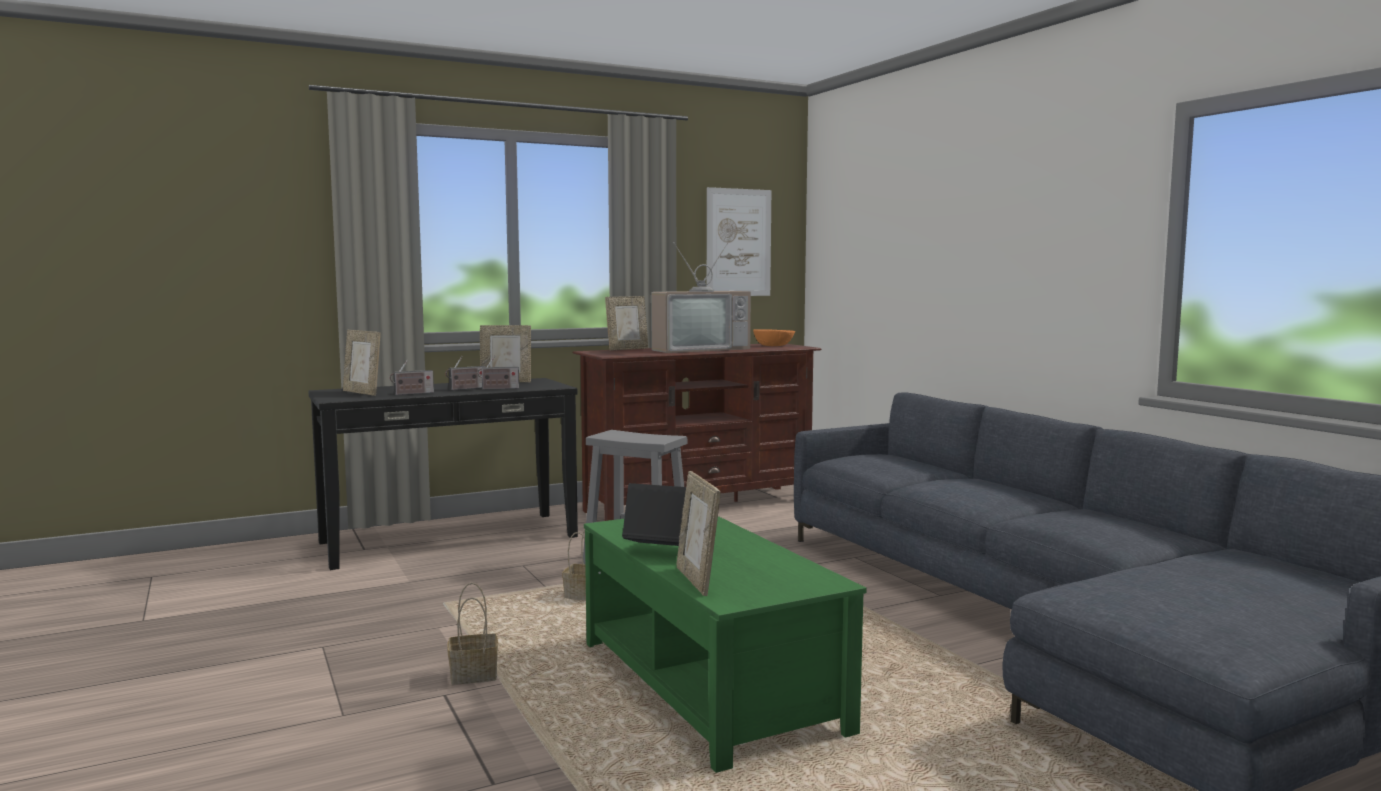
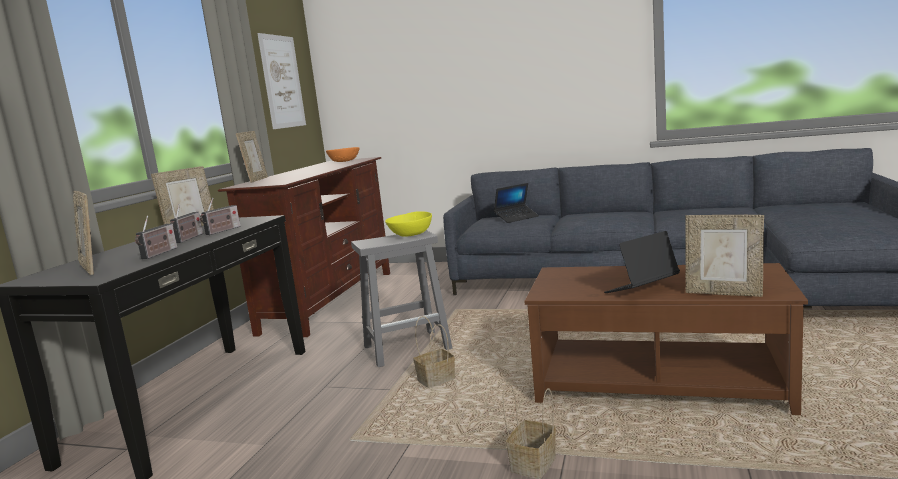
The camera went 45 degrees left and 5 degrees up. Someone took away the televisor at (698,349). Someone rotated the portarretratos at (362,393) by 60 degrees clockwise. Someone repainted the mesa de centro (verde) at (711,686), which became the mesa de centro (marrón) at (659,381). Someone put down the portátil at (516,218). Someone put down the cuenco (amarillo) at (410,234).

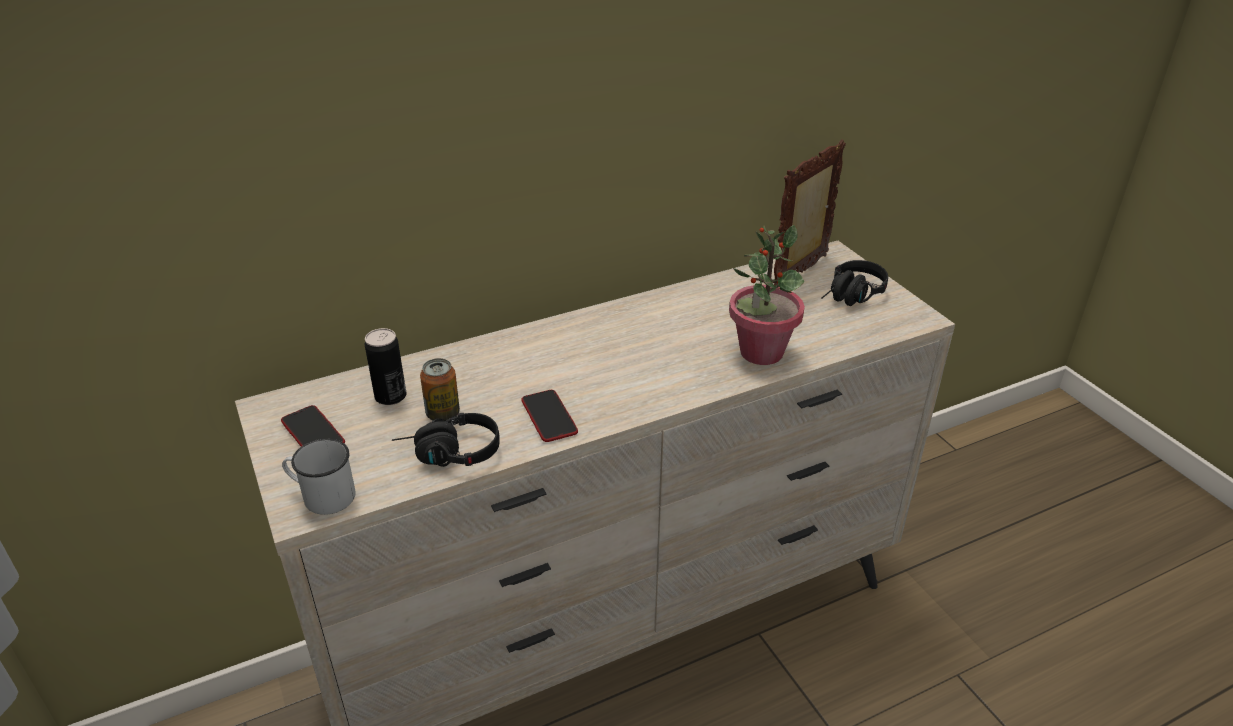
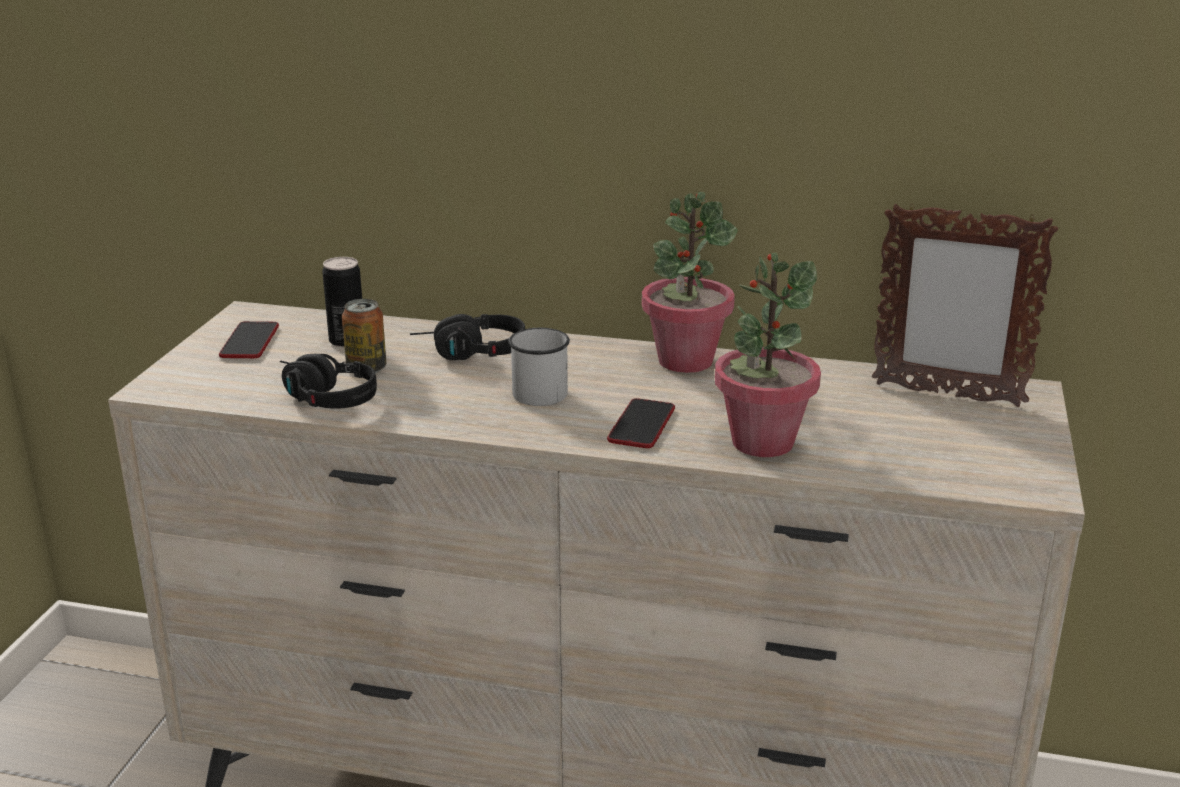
The camera went 40 degrees right and 10 degrees down. Someone rotated the portarretratos at (801,274) by 150 degrees counterclockwise. Someone carried the auriculares (negro) from (851,297) to (469,354). Someone carried the móvil from (549,417) to (641,425). Someone carried the taza grande (blanco) from (322,496) to (534,391). Someone put down the planta en maceta at (685,360).

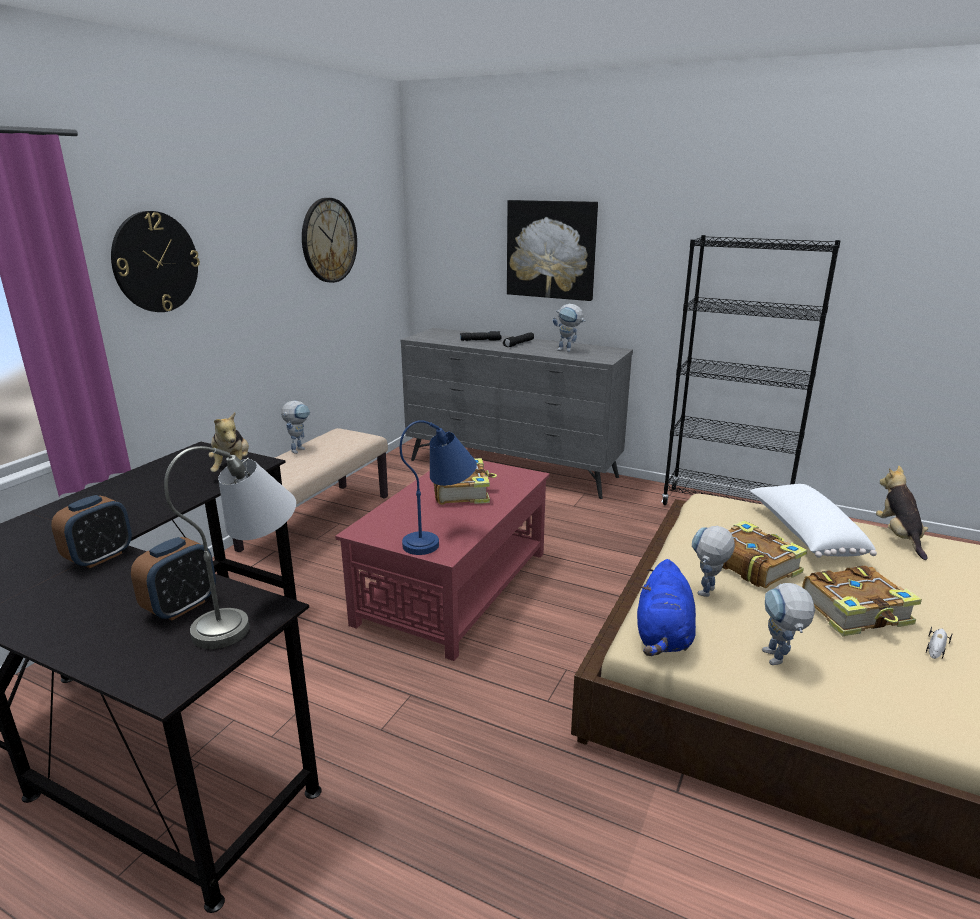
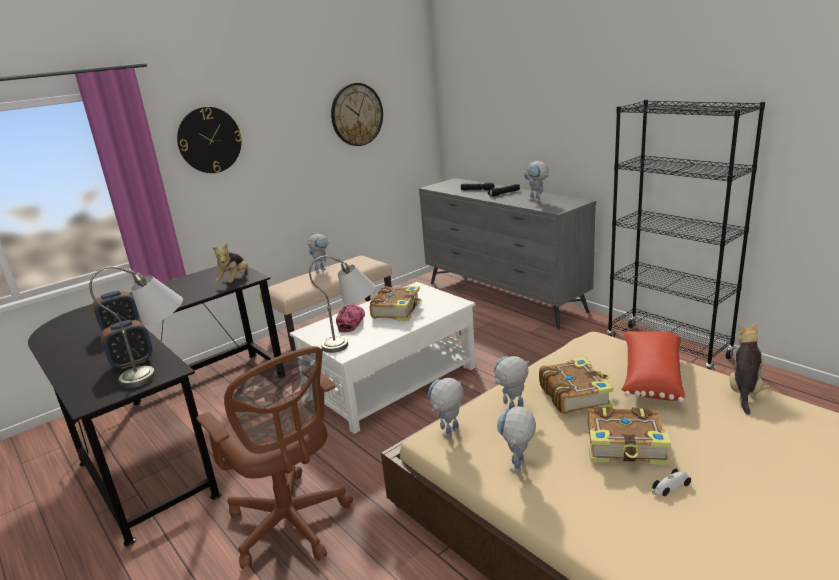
The camera went 25 degrees right and 0 degrees up. Someone took away the cuadro at (551,249). Someone repainted the lámpara de mesa (azul) at (441,537), which became the lámpara de mesa (gris) at (353,342). Someone repainted the mesa de centro (rojo) at (453,587), which became the mesa de centro (blanco) at (391,383). Someone repainted the cojín (blanco) at (804,534), which became the cojín (rojo) at (650,377). Someone swapped the peluche (azul) at (663,636) for the robot de juguete at (449,436). Someone put down the gorra at (351,322). Someone put down the silla de oficina (marrón) at (291,524).

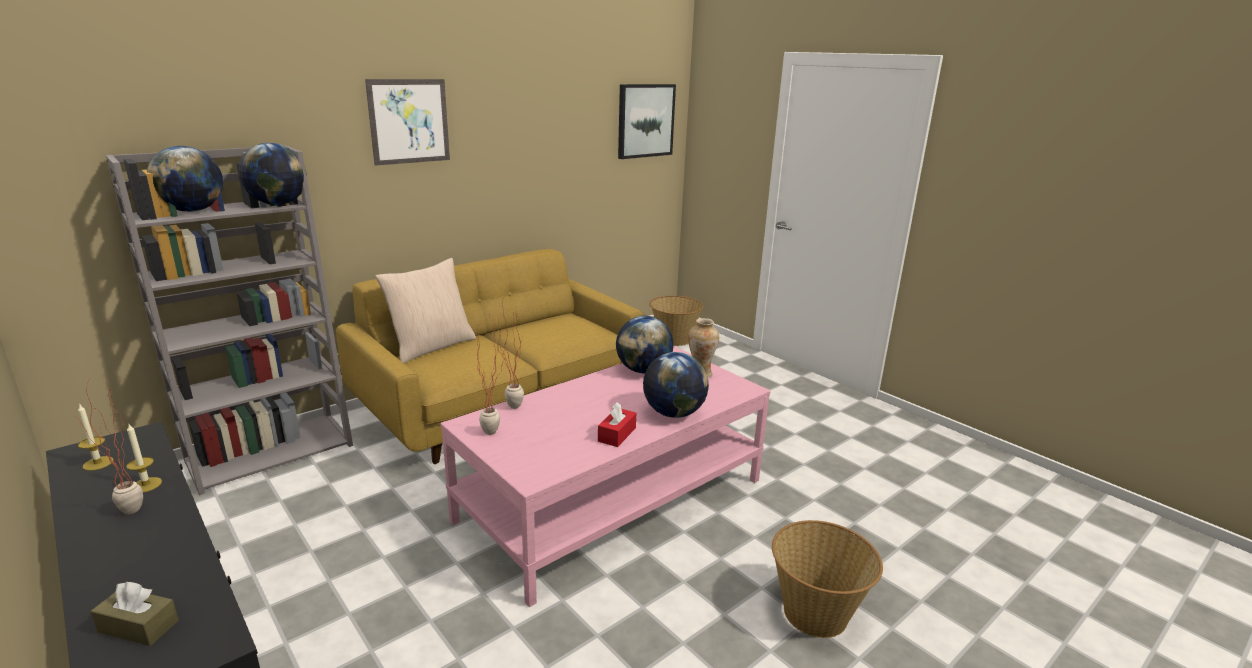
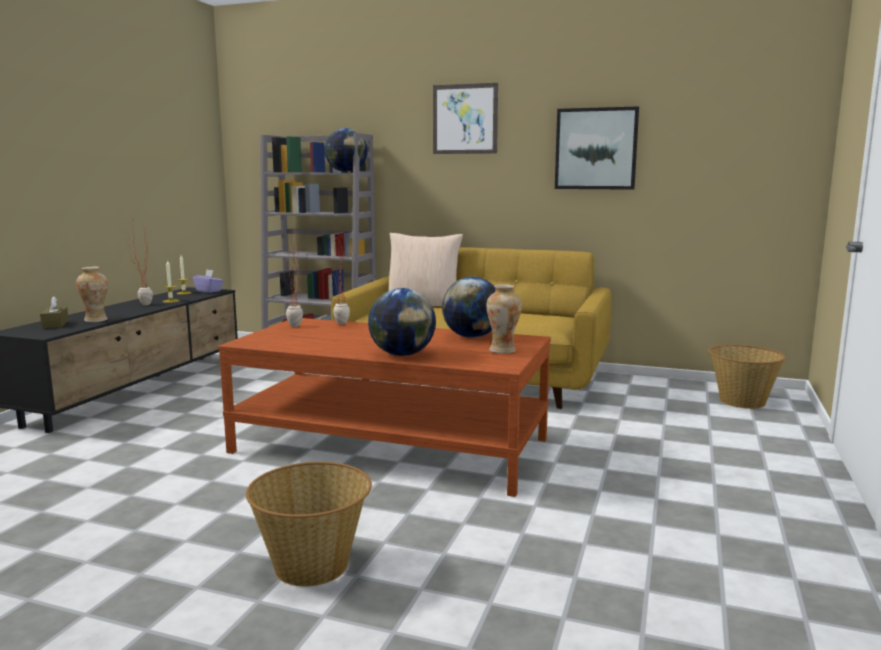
The camera went 60 degrees right and 10 degrees down. Someone carried the cuadro from (645,120) to (596,149). Someone took away the globo terráqueo at (193,211). Someone repainted the mesa de centro (rosa) at (613,499), which became the mesa de centro (marrón) at (391,446). Someone took away the caja de pañuelos (rojo) at (617,434). Someone put down the florero at (96,320). Someone put down the caja de pañuelos (morado) at (209,291).

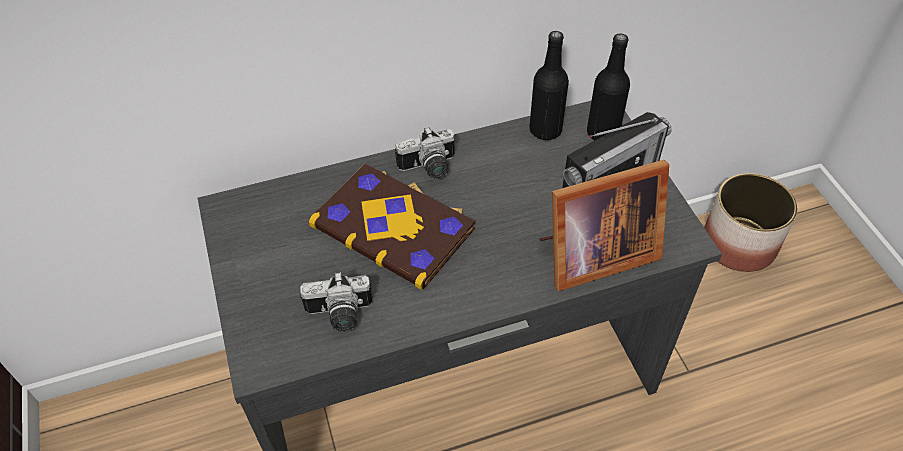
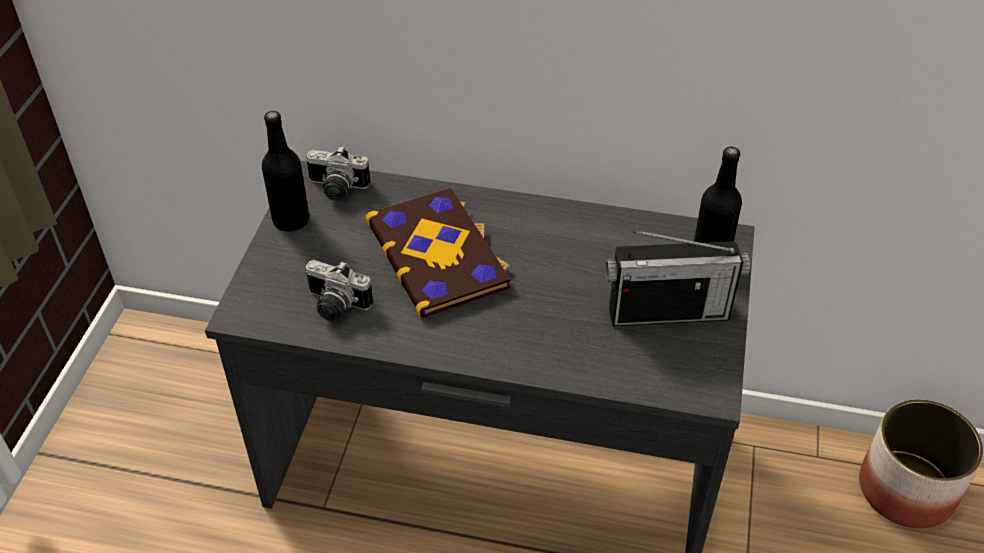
The camera went 30 degrees right and 5 degrees down. Someone carried the botella (negro) from (545,130) to (291,220). Someone carried the cámara from (429,168) to (336,189). Someone took away the portarretratos at (592,255).

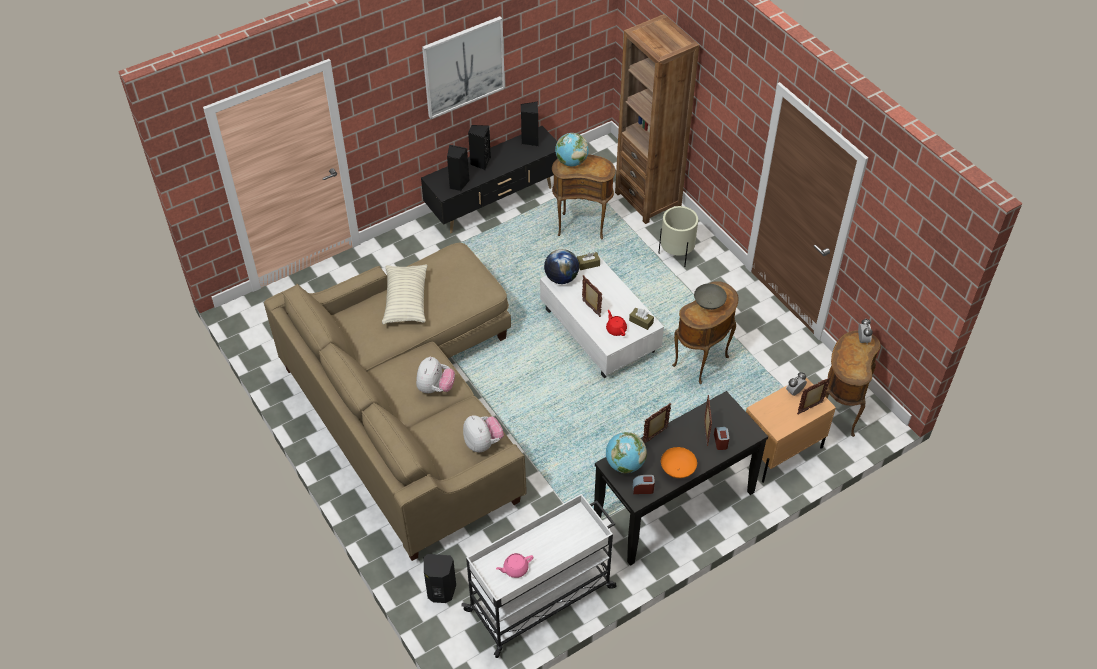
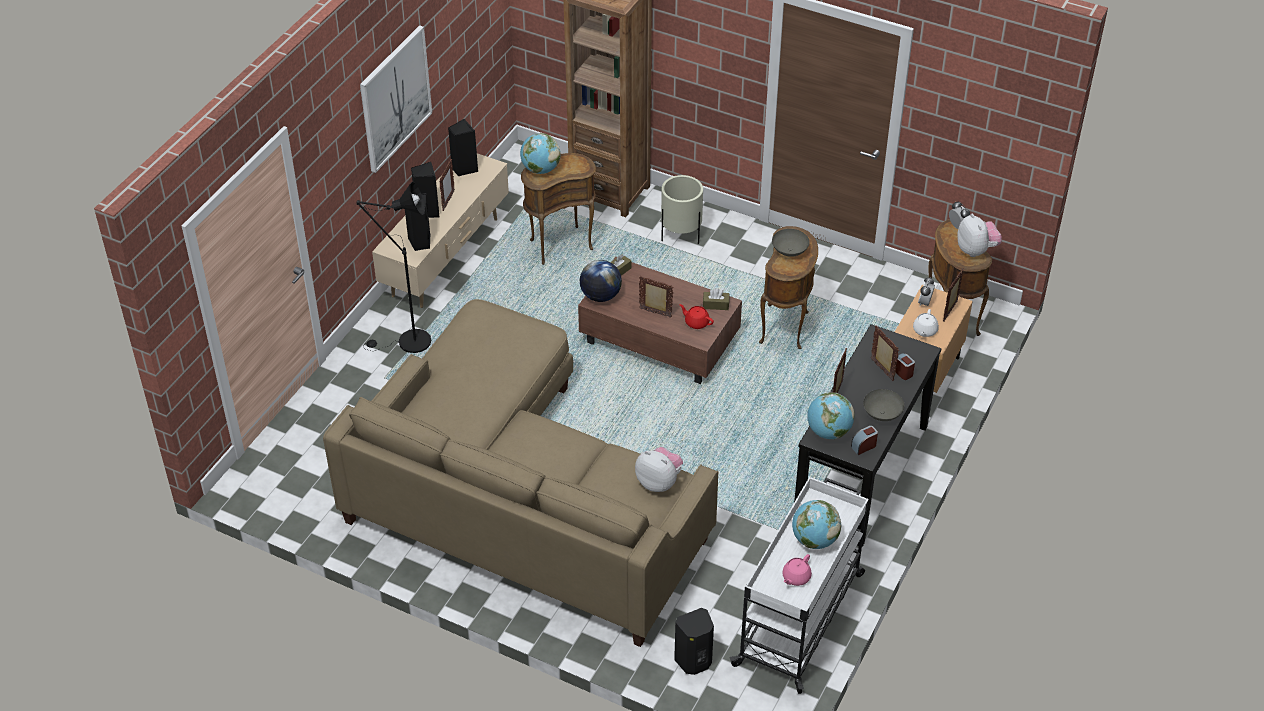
The camera went 30 degrees left and 5 degrees down. Someone repainted the mueble de televisión (negro) at (495,202), which became the mueble de televisión (beis) at (447,257). Someone repainted the mesa de centro (blanco) at (599,329), which became the mesa de centro (marrón) at (658,339). Someone took away the cojín at (406,301). Someone carried the peluche from (435,388) to (976,250). Someone repainted the cuenco (naranja) at (677,469), which became the cuenco (gris) at (881,414). Someone put down the portarretratos at (448,201). Someone put down the lámpara de pie (negro) at (408,343). Someone put down the tetera (blanco) at (924,331). Someone put down the globo terráqueo at (814,540).

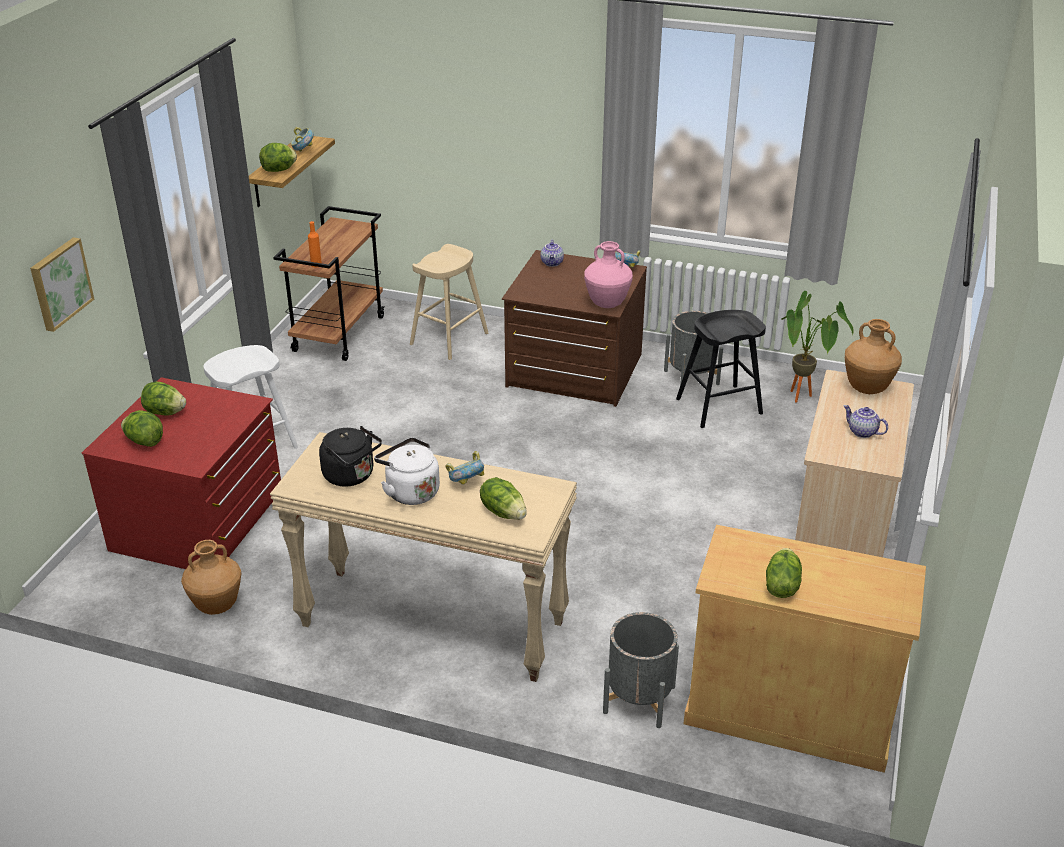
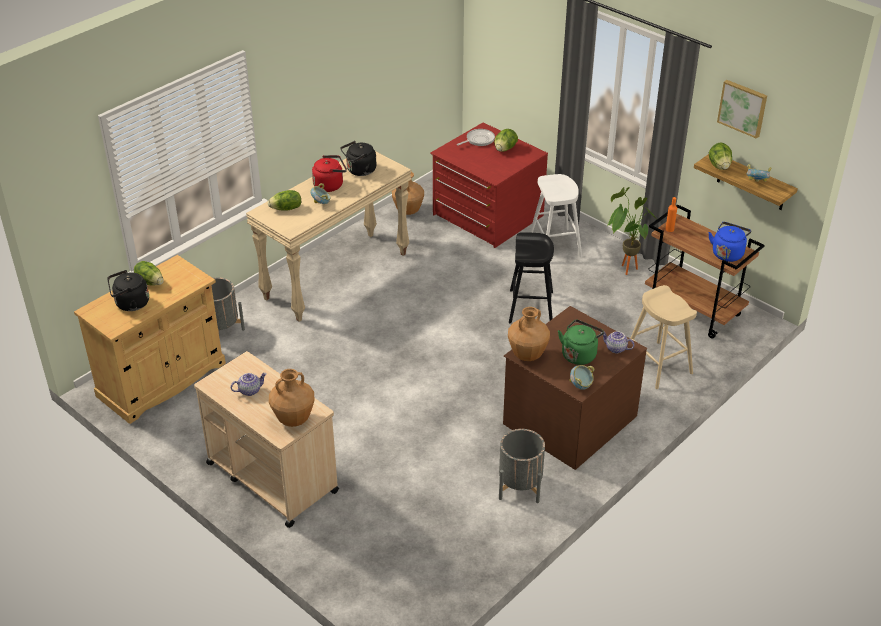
The camera went 115 degrees right and 5 degrees up. Someone carried the cuadro from (59,283) to (743,108). Someone repainted the florero (rosa) at (606,304), which became the florero (marrón) at (527,355). Someone carried the planta en maceta from (802,399) to (624,269). Someone carried the taburete (negro) from (718,406) to (531,307). Someone swapped the lechuga at (144,442) for the sartén at (478,140). Someone repainted the hervidor (blanco) at (410,491), which became the hervidor (rojo) at (330,185). Someone put down the hervidor (azul) at (727,253). Someone put down the hervidor (negro) at (130,304). Someone put down the hervidor (verde) at (579,354).

